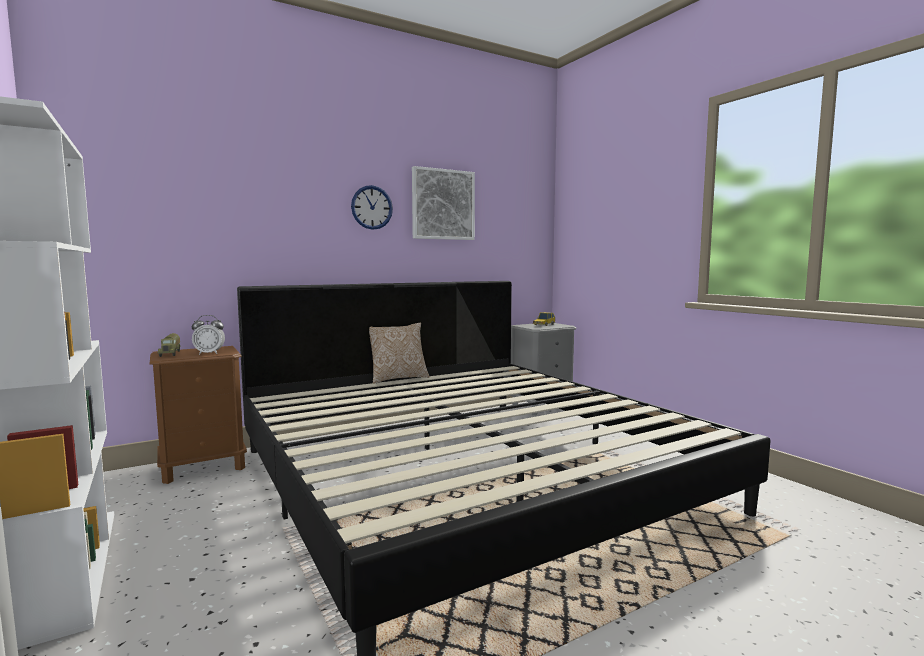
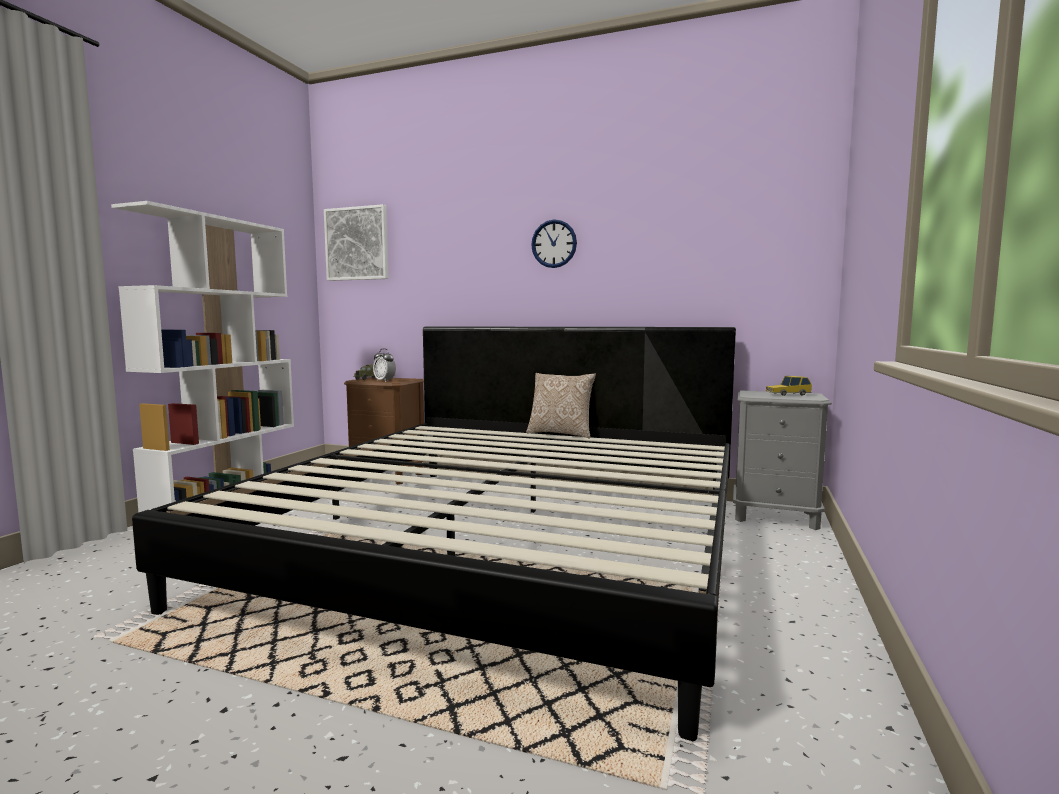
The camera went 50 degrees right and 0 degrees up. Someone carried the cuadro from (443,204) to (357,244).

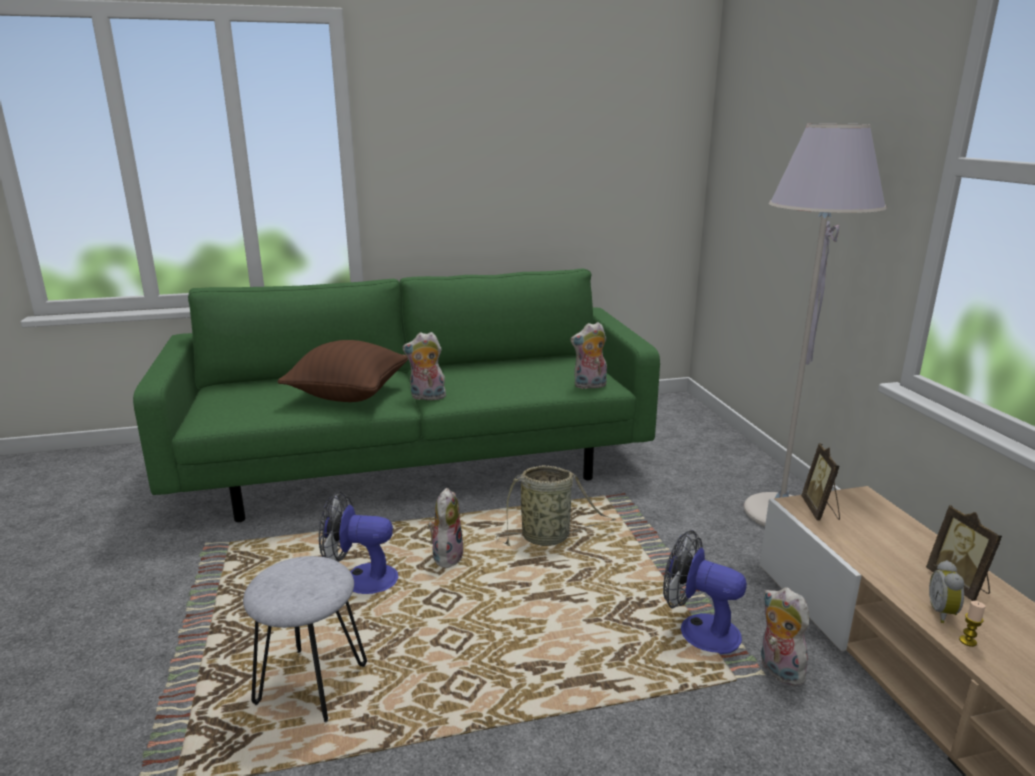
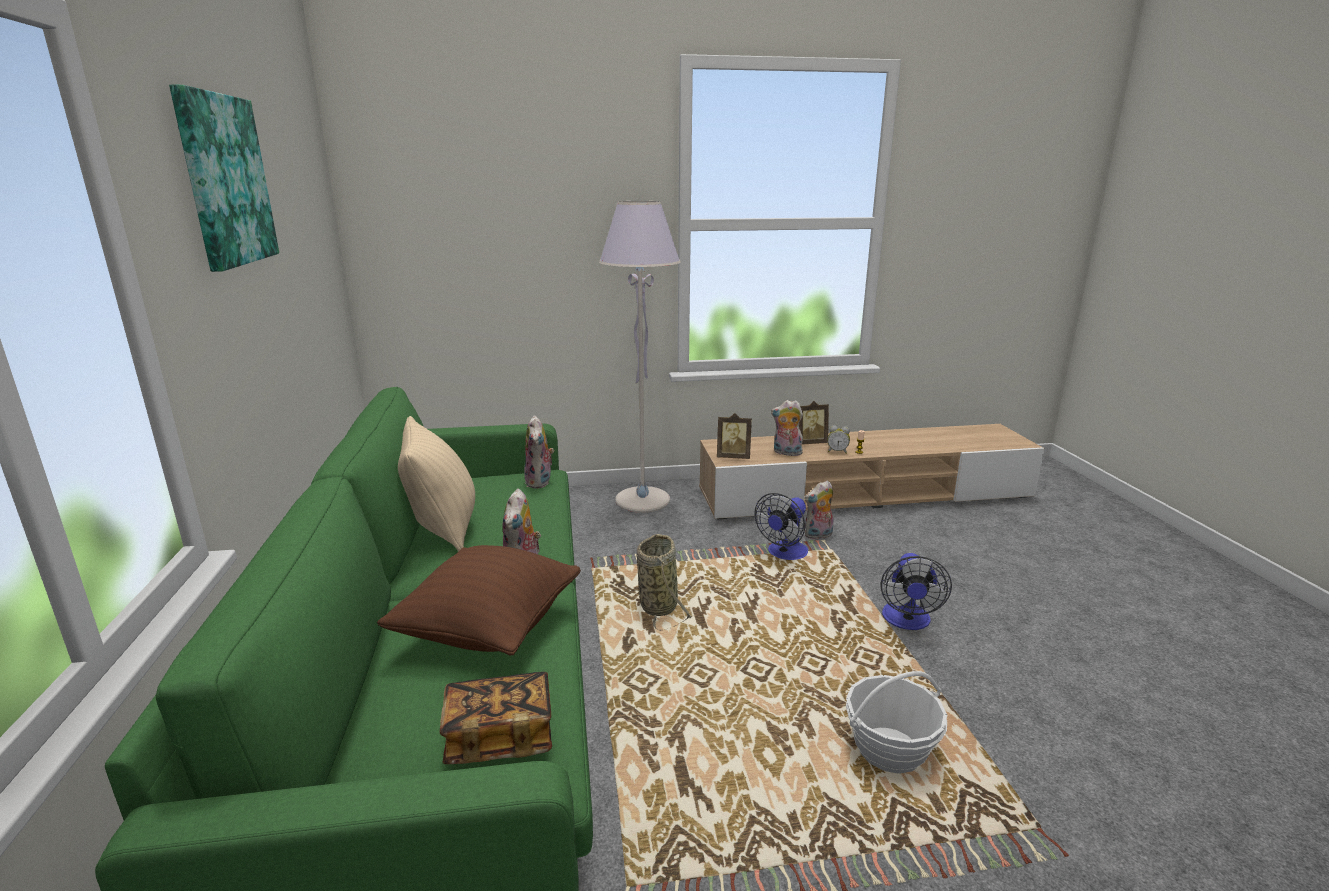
The camera went 85 degrees left and 0 degrees up. Someone carried the peluche from (446,556) to (786,453). Someone carried the ventilador from (361,579) to (907,621). Someone swapped the taburete (gris) at (312,685) for the cesta at (889,750). Someone put up the cuadro at (225,180). Someone put down the cojín (beis) at (442,528). Someone put down the libro at (500,737).

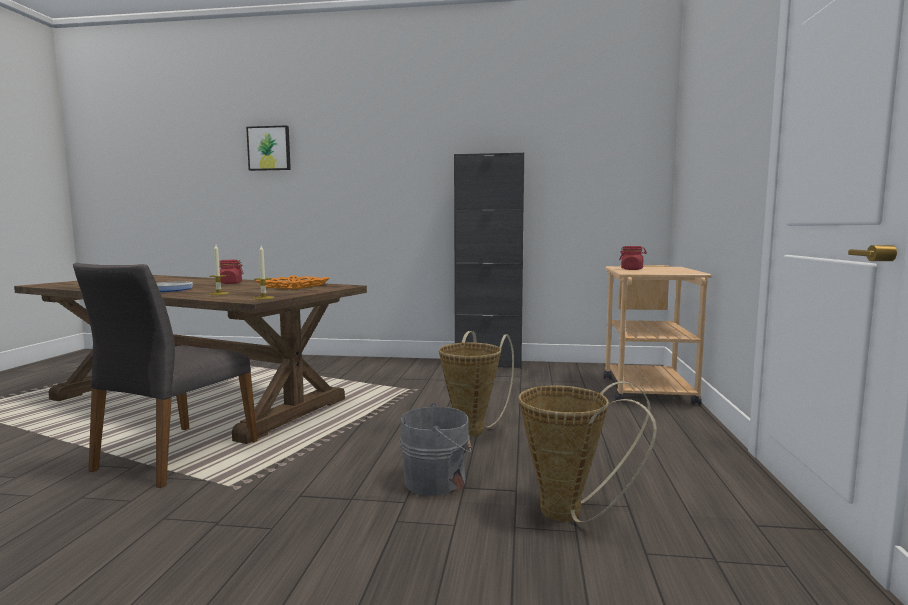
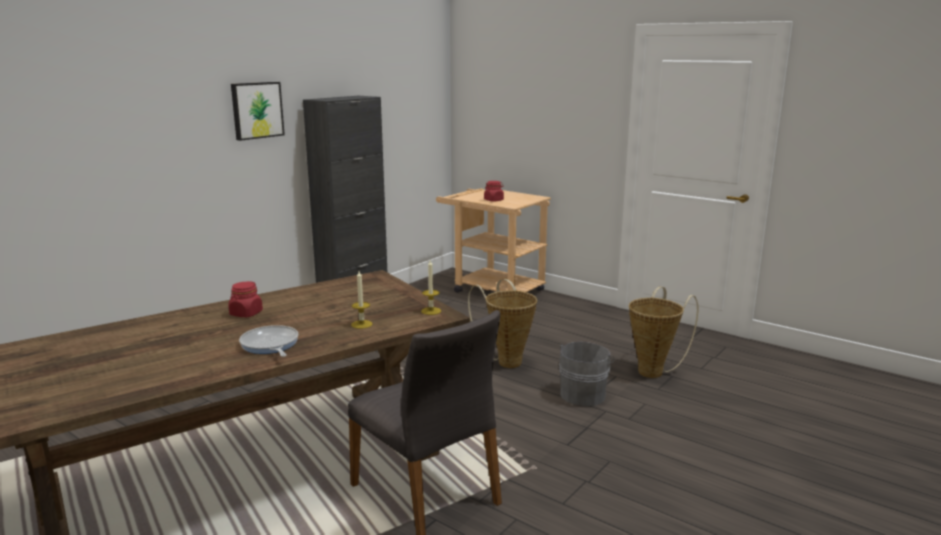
The camera went 60 degrees left and 10 degrees up. Someone carried the cuadro from (269,148) to (256,110). Someone took away the bandeja (naranja) at (293,286).

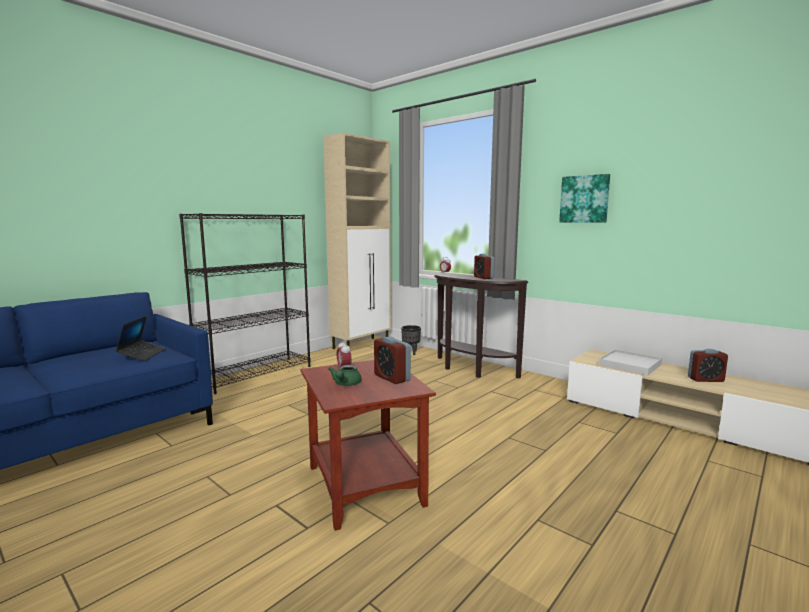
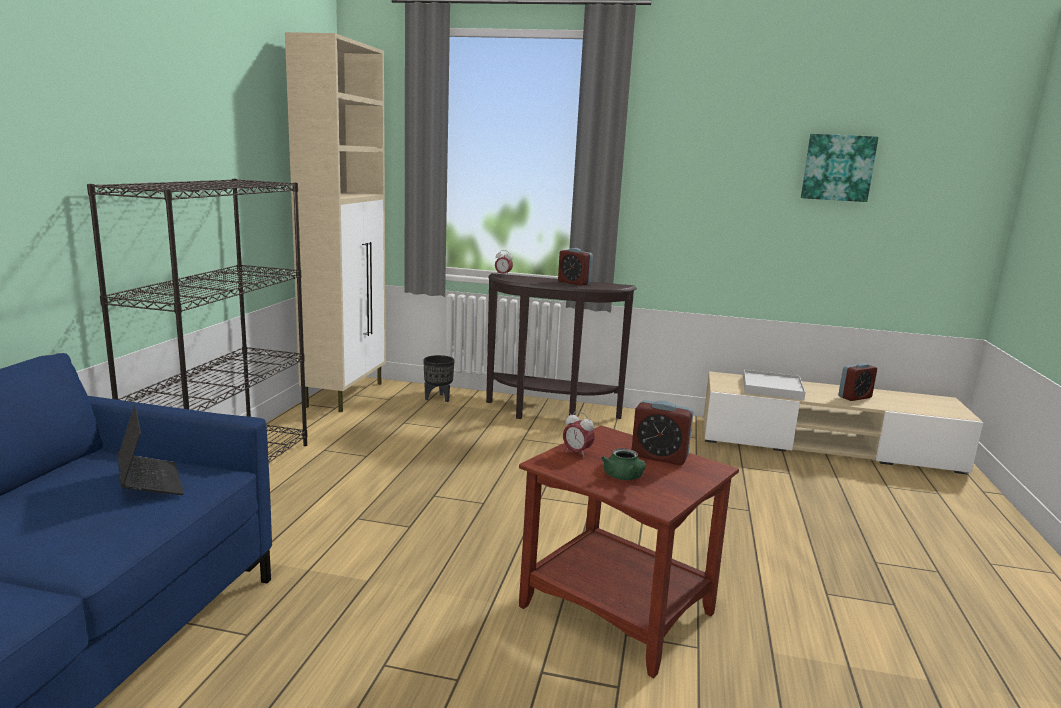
The camera went 30 degrees left and 5 degrees up. Someone carried the cuadro from (584,199) to (838,167).

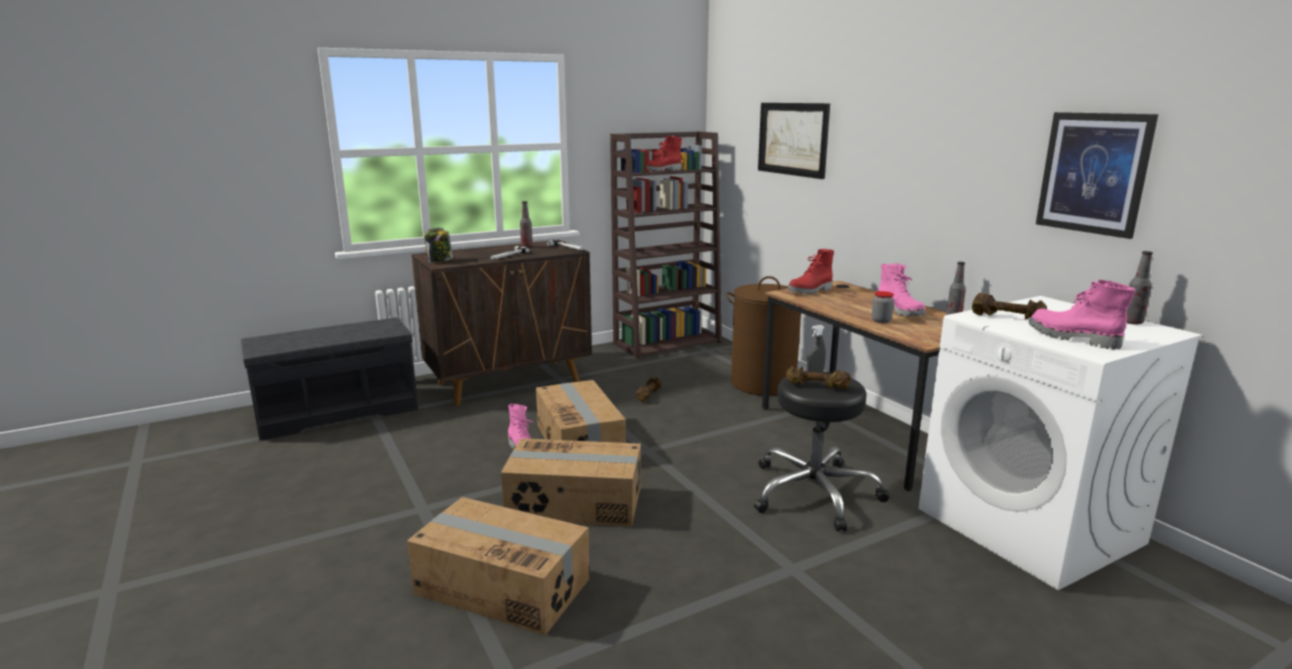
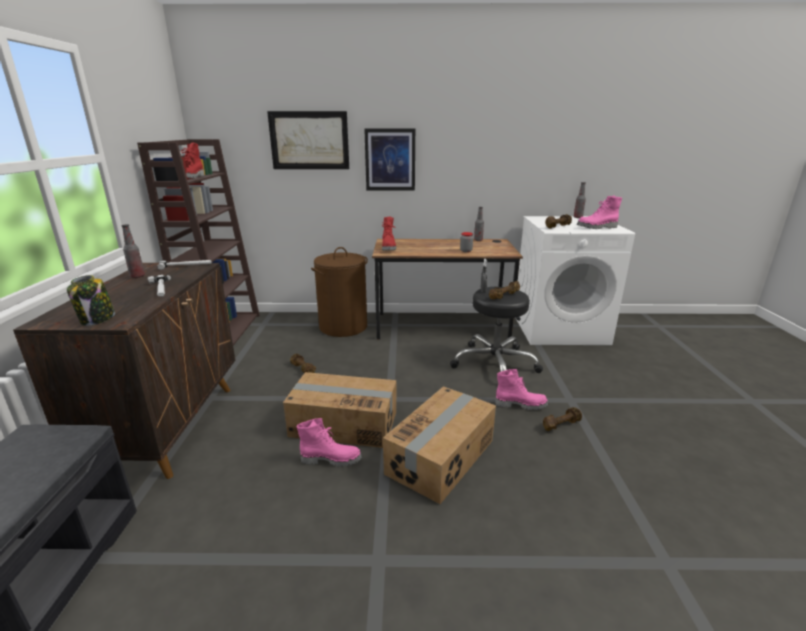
The camera went 60 degrees left and 5 degrees up. Someone carried the cuadro from (1093,173) to (390,160). Someone carried the bota (rosa) from (900,311) to (520,404). Someone took away the caja de cartón at (503,586). Someone put down the mancuerna (marrón) at (561,424).

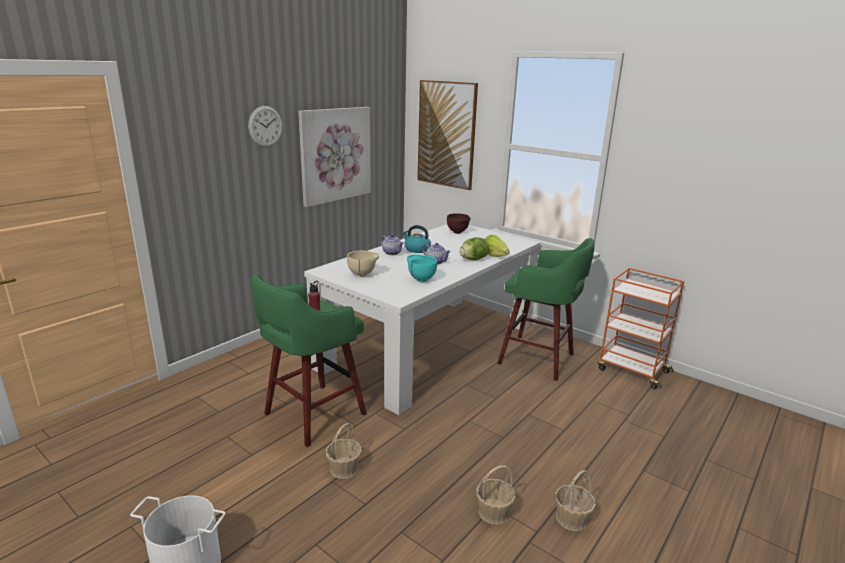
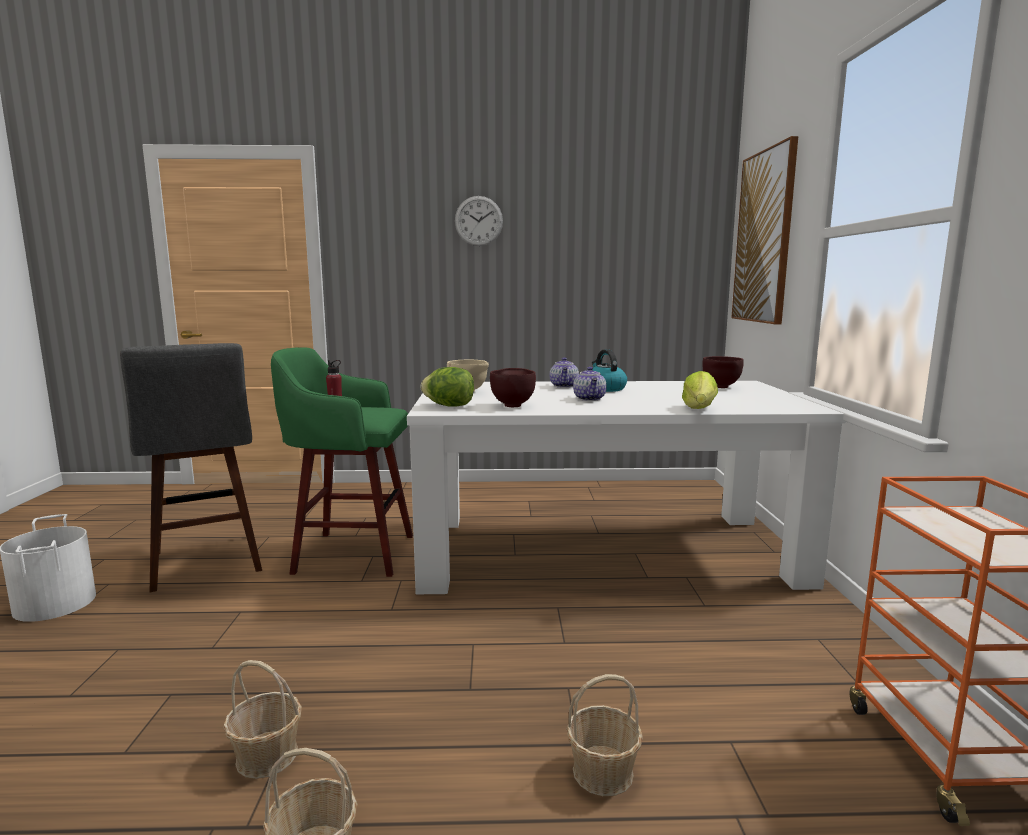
The camera went 50 degrees right and 10 degrees down. Someone took away the cuadro at (336,155). Someone carried the lechuga from (473,259) to (449,406). Someone took away the taburete (verde) at (539,359). Someone repainted the cuenco (turquesa) at (420,279), which became the cuenco (marrón) at (513,405). Someone carried the cesta from (344,468) to (603,772). Someone put down the taburete (gris) at (206,564).

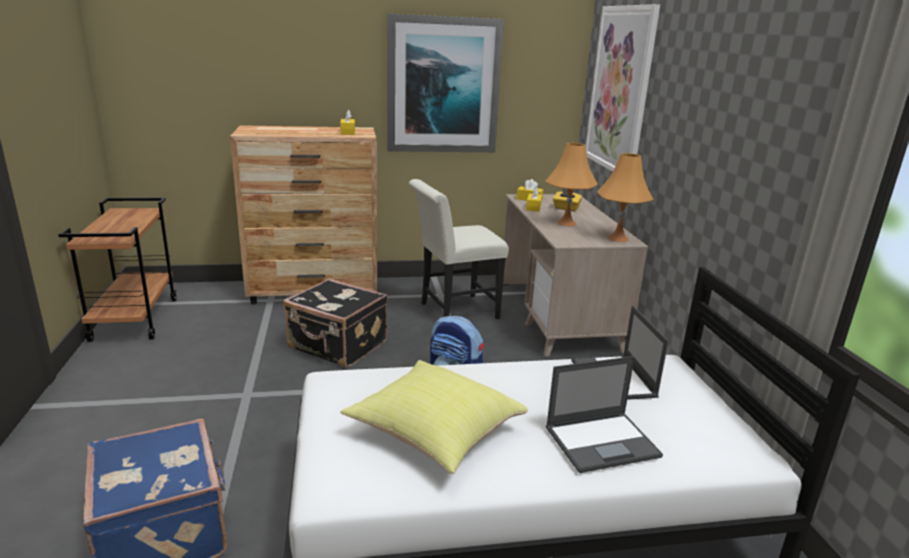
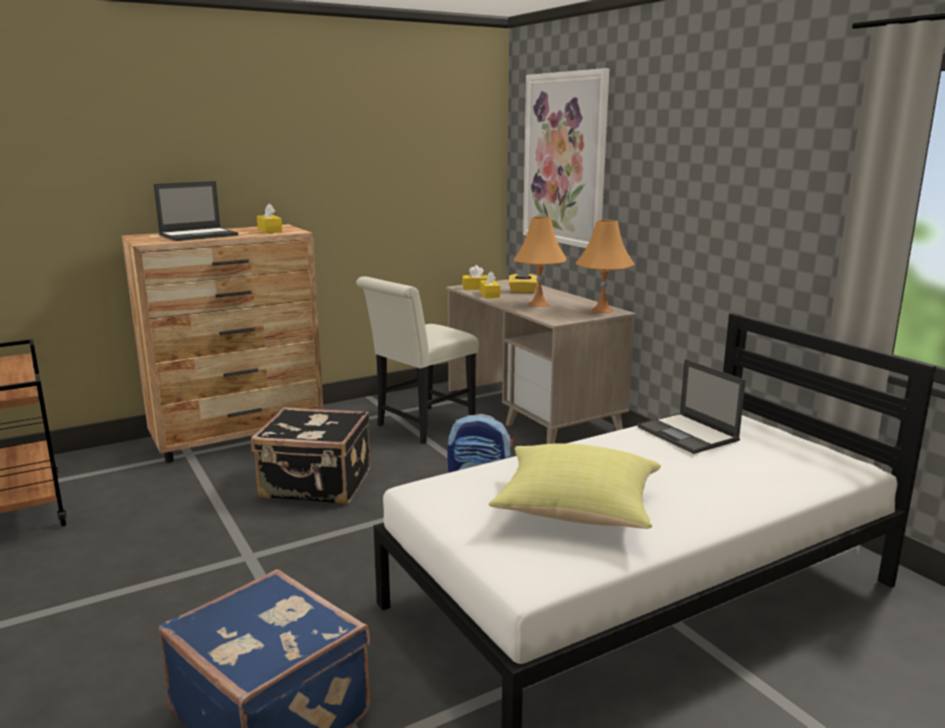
The camera went 20 degrees left and 5 degrees down. Someone took away the cuadro at (443,85). Someone carried the portátil from (603,441) to (199,235).

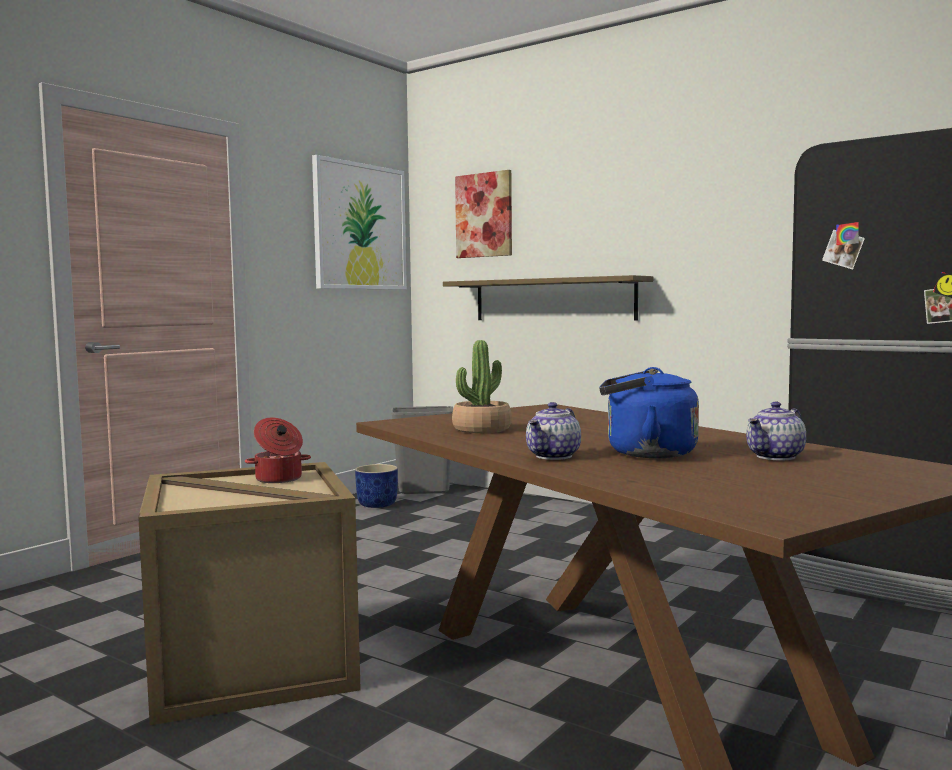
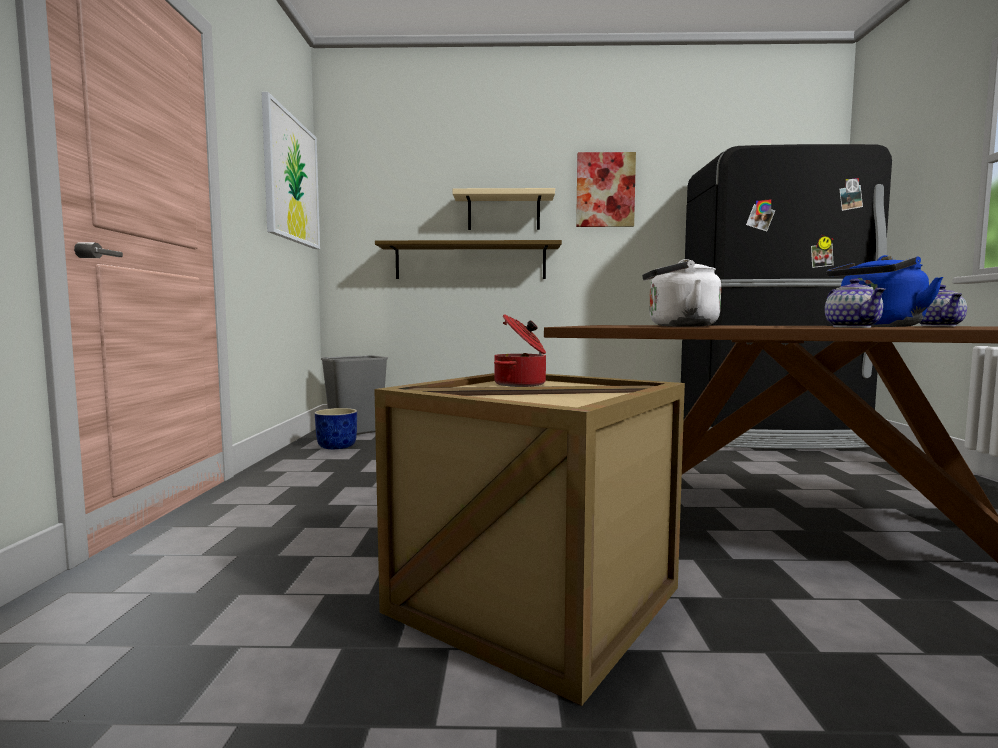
The camera went 35 degrees left and 0 degrees up. Someone carried the cuadro from (484,215) to (605,190). Someone swapped the planta en maceta at (481,429) for the hervidor (blanco) at (678,326). Someone put up the estante (beis) at (503,212).

